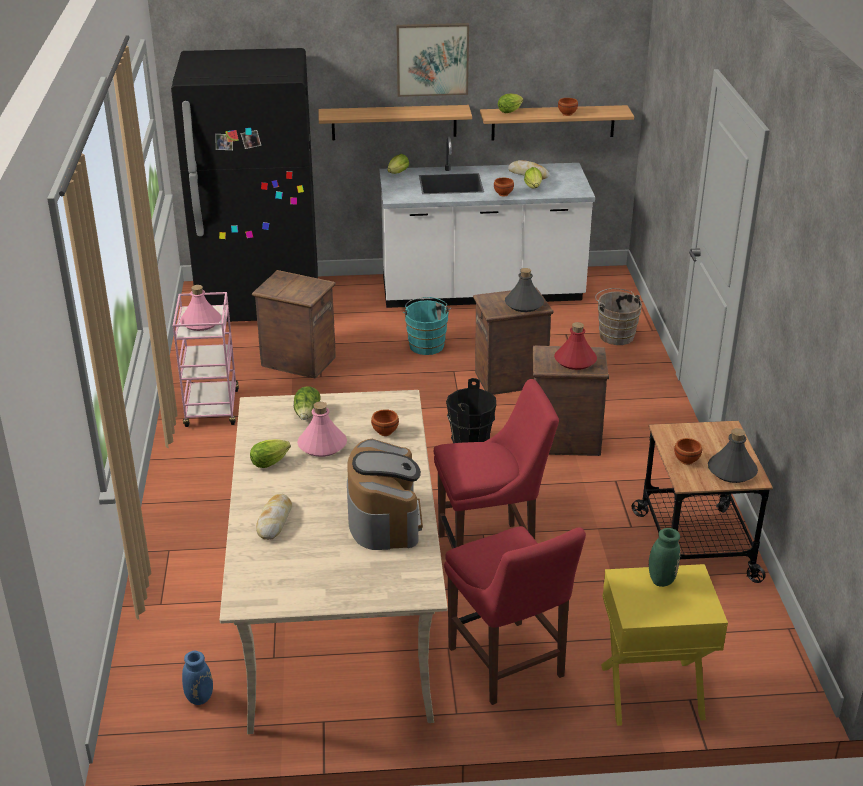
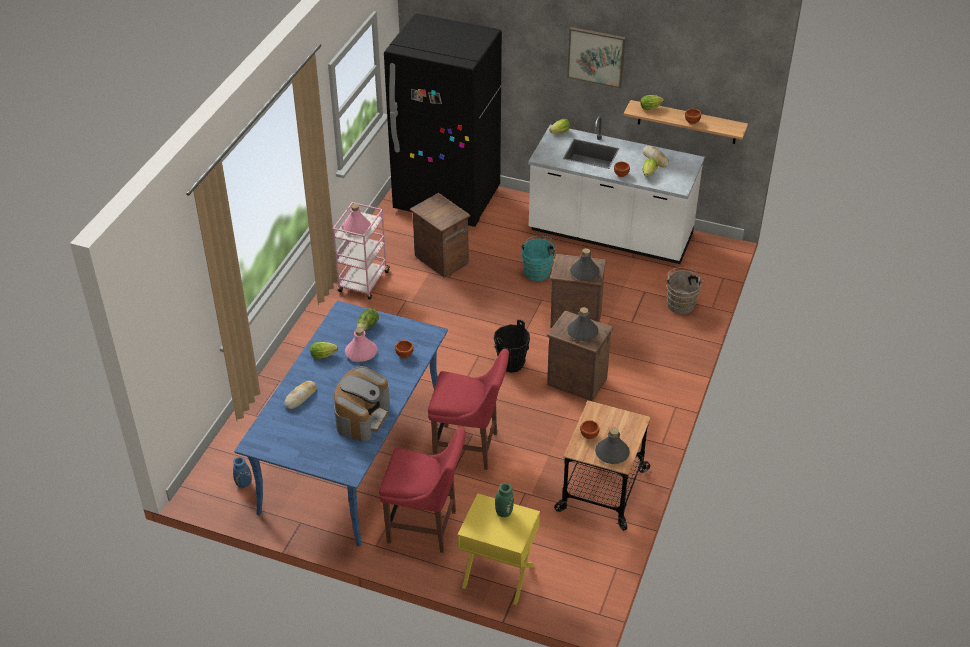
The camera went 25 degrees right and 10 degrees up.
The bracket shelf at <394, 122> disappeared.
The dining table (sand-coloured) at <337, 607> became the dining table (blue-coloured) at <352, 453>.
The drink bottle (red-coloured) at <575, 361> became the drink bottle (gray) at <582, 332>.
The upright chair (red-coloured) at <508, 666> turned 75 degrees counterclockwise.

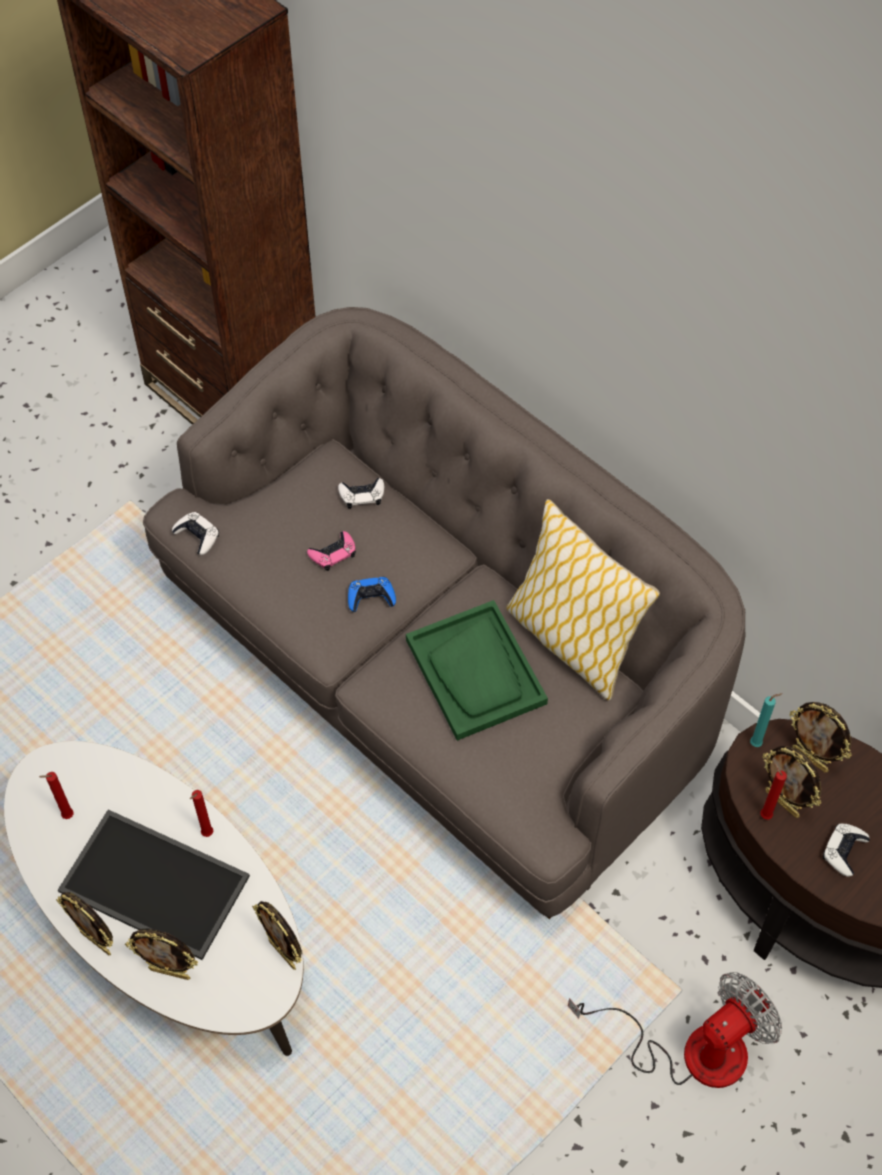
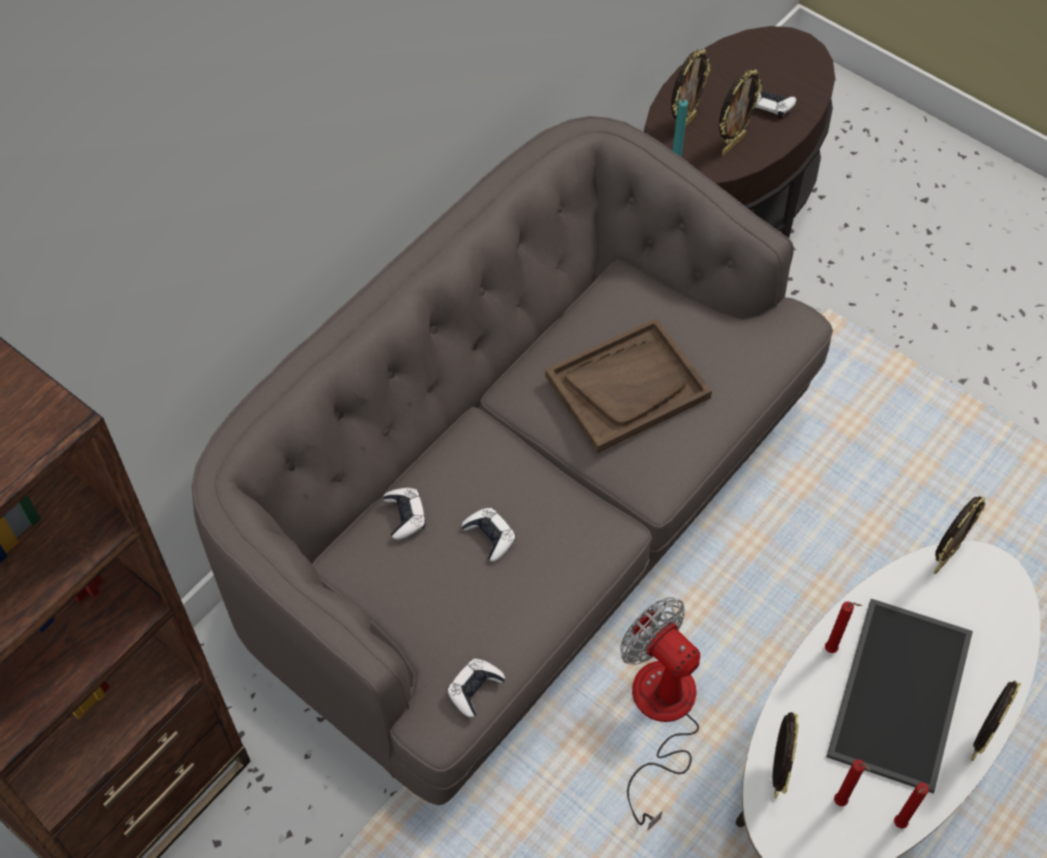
The camera went 95 degrees left and 0 degrees up.
The game controller (blue-coloured) at <371, 597> disappeared.
The pillow at <572, 640> disappeared.
The standing frame moved from <170, 972> to <775, 775>.
The cooling fan moved from <690, 1050> to <660, 716>.
The candle (red-coloured) moved from <764, 814> to <898, 825>.
The game controller (pink-coloured) at <333, 553> became the game controller (white-coloured) at <490, 536>.
The tray (green) at <476, 672> became the tray (brown) at <627, 387>.

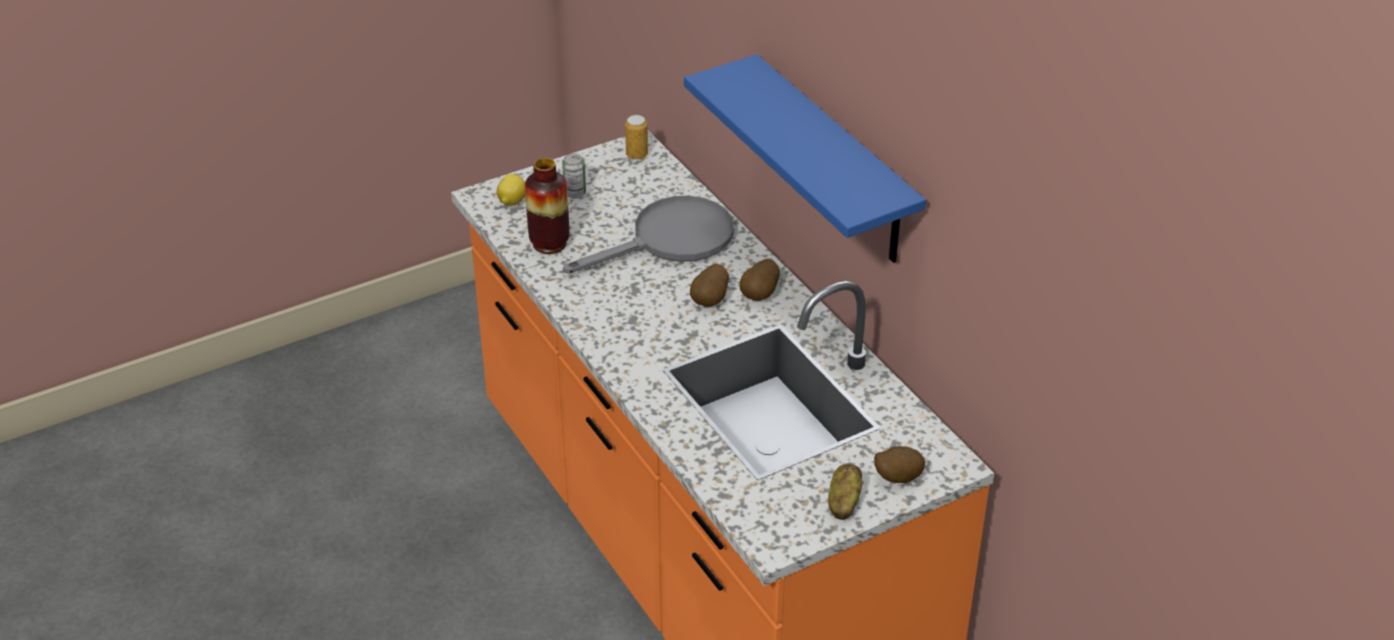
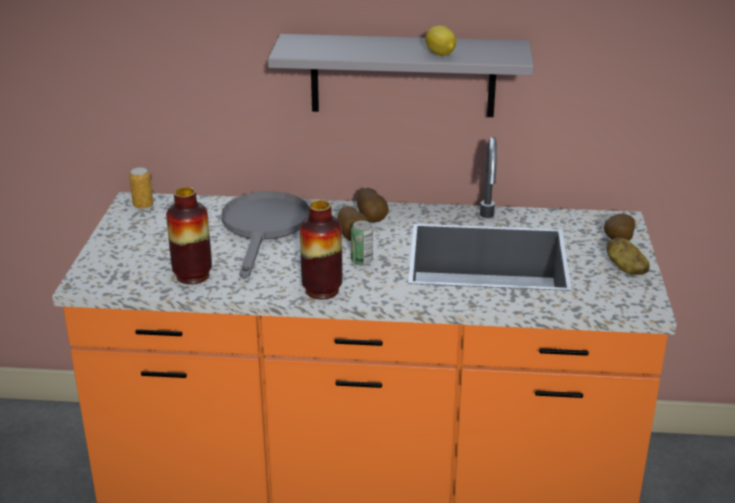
The camera went 55 degrees left and 10 degrees down.
The flower vase at <322, 290> appeared.
The citrus fruit moved from <511, 202> to <440, 55>.
The metal can moved from <575, 193> to <362, 261>.
The bracket shelf (blue-coloured) at <834, 163> became the bracket shelf (gray) at <403, 75>.

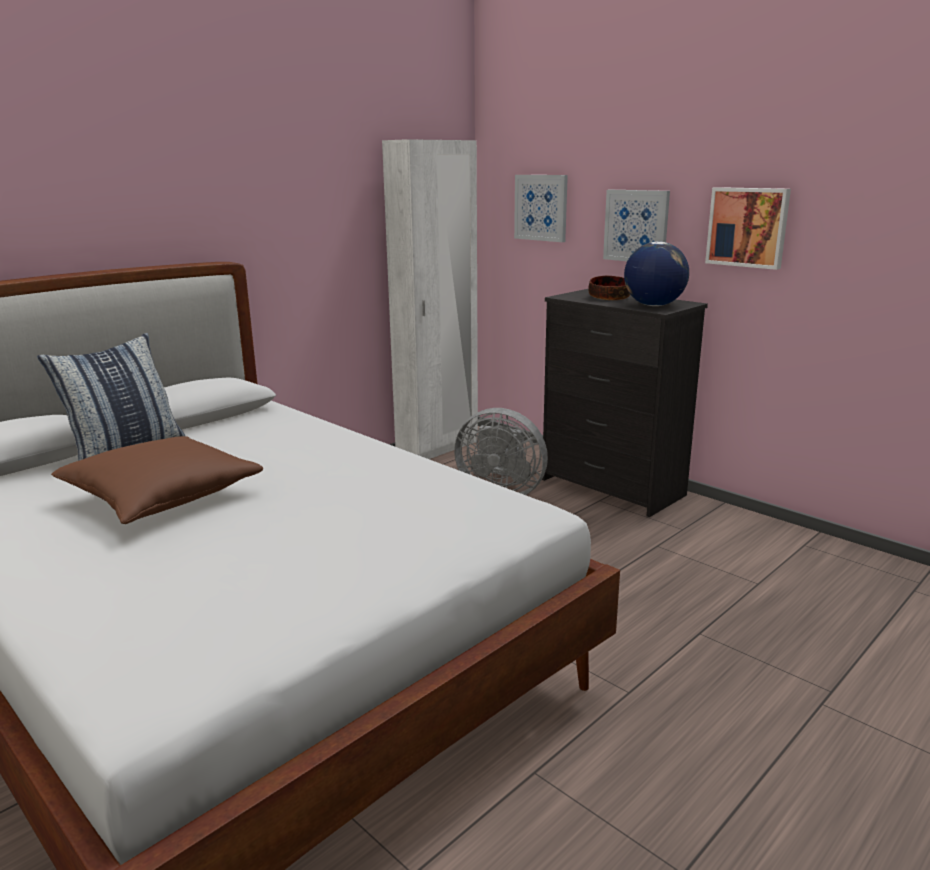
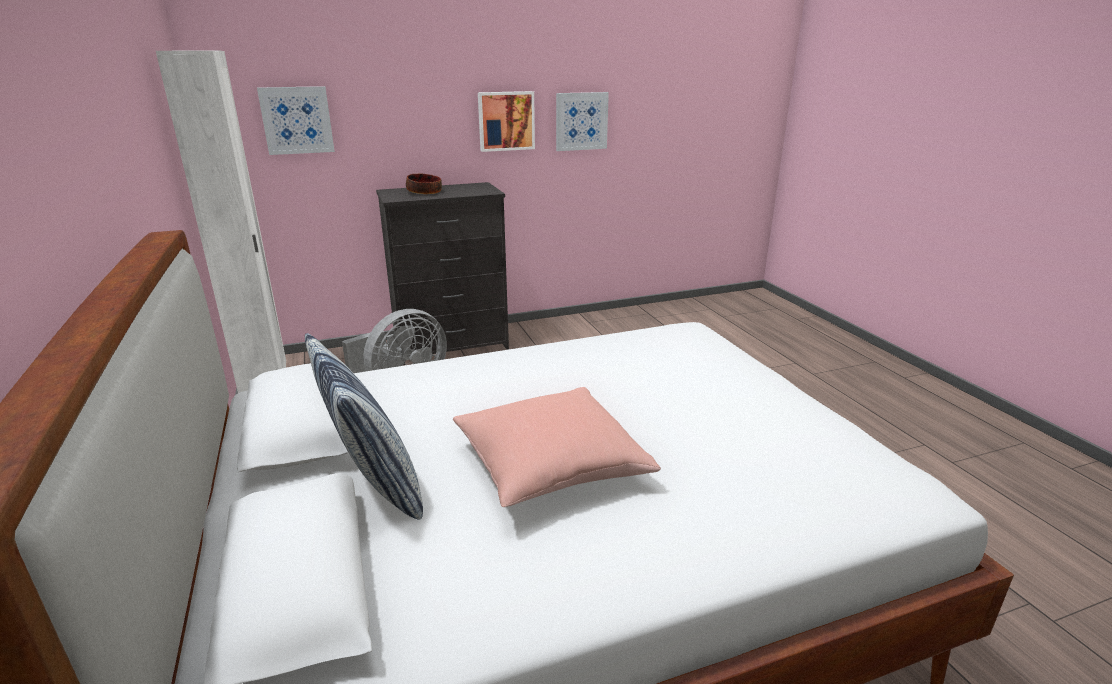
The camera went 65 degrees left and 5 degrees up.
The desk globe at <653, 305> disappeared.
The wall picture moved from <636, 226> to <581, 121>.
The pillow (brown) at <162, 497> became the pillow (pink-coloured) at <550, 465>.

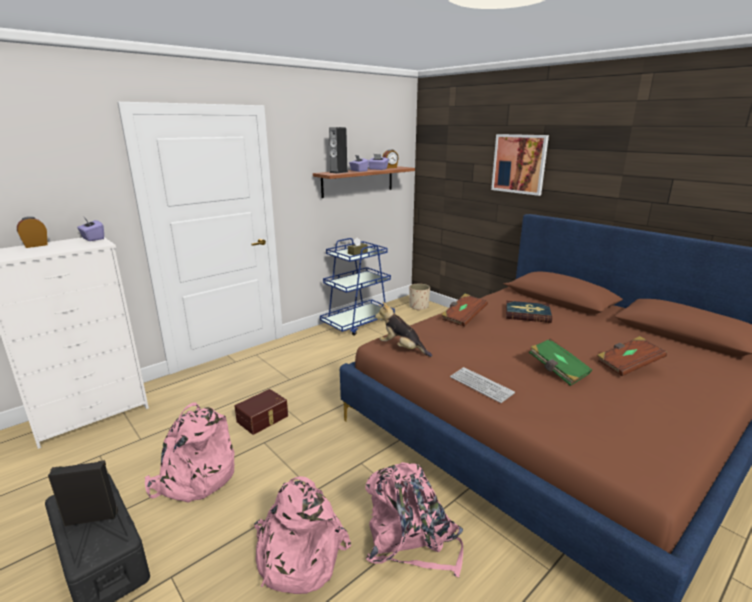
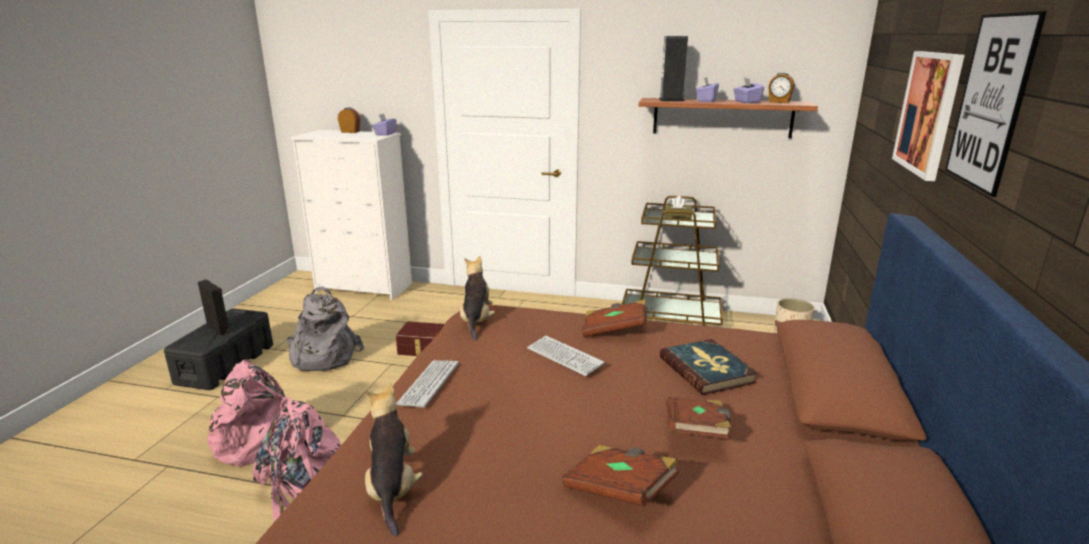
The camera went 55 degrees right and 0 degrees up.
The volume (green) at <557, 371> disappeared.
The soft toy at <393, 488> appeared.
The computer keyboard at <564, 357> appeared.
The volume (brown) at <696, 431> appeared.
The wall picture at <990, 102> appeared.
The knapsack (pink-coloured) at <195, 478> became the knapsack (gray) at <322, 357>.
The trolley (blue-coloured) at <358, 323> became the trolley (brown) at <671, 319>.

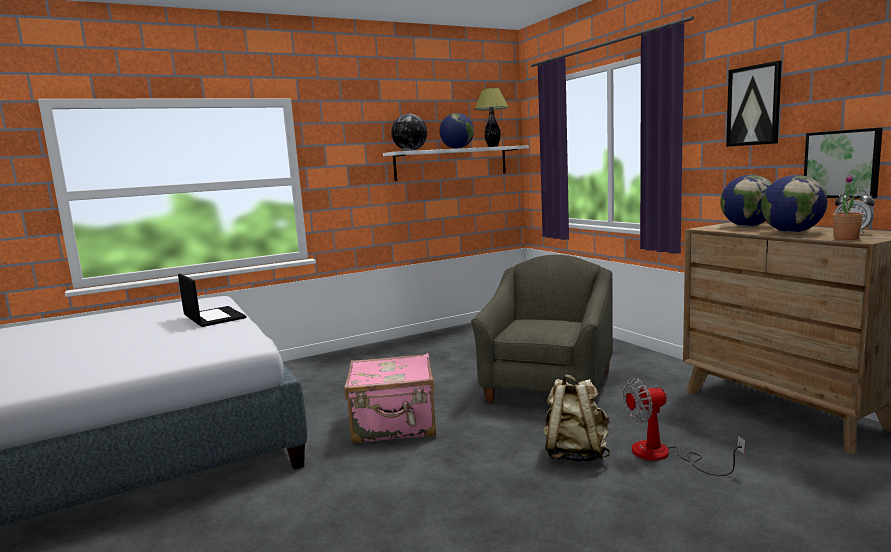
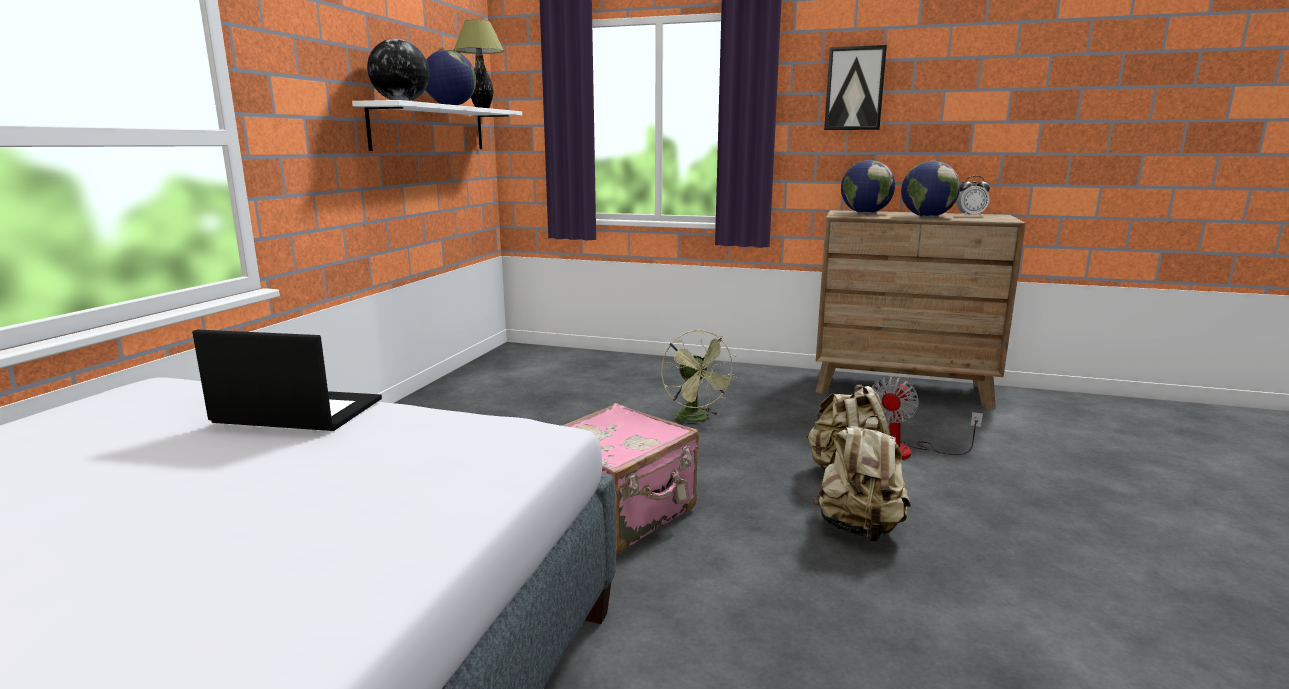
The camera went 45 degrees left and 5 degrees up.
The wall picture at <842, 164> disappeared.
The houseplant at <846, 238> disappeared.
The knapsack (sand-coloured) at <859, 529> appeared.
The armchair (gray) at <548, 387> was replaced by the cooling fan (green) at <697, 419>.

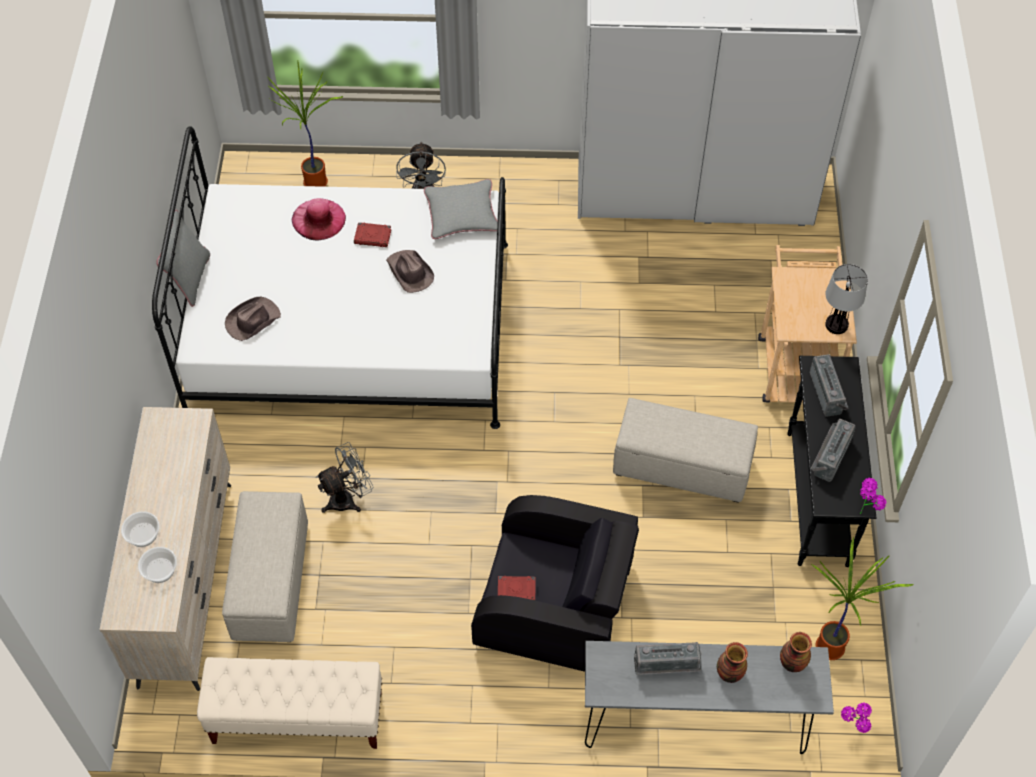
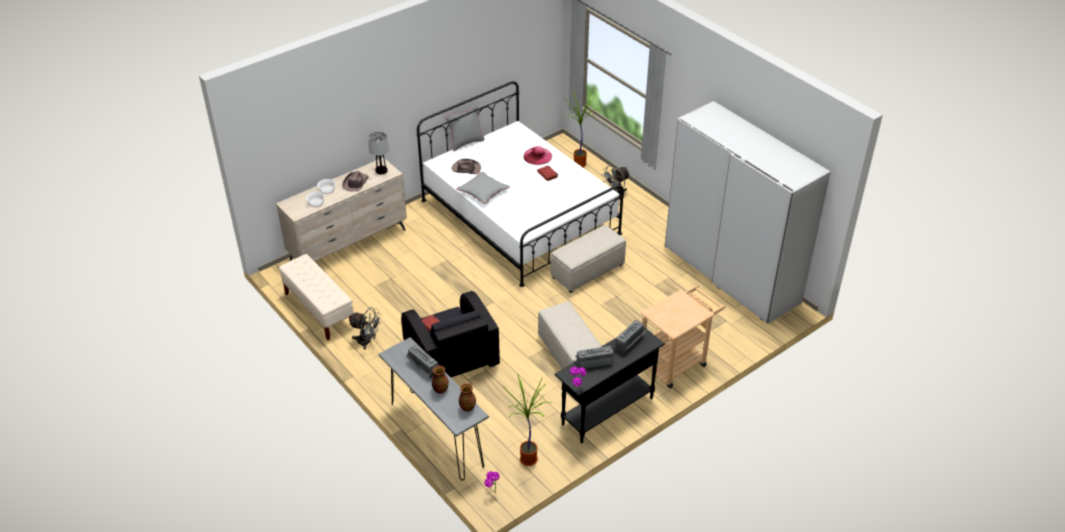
The camera went 50 degrees right and 15 degrees down.
The ottoman (sand-coloured) moved from <271, 580> to <588, 271>.
The cooling fan (gray) moved from <348, 498> to <367, 341>.
The clothing hat (brown) moved from <410, 272> to <355, 183>.
The pillow (gray) moved from <462, 214> to <483, 191>.
The tabletop lamp moved from <836, 325> to <381, 170>.

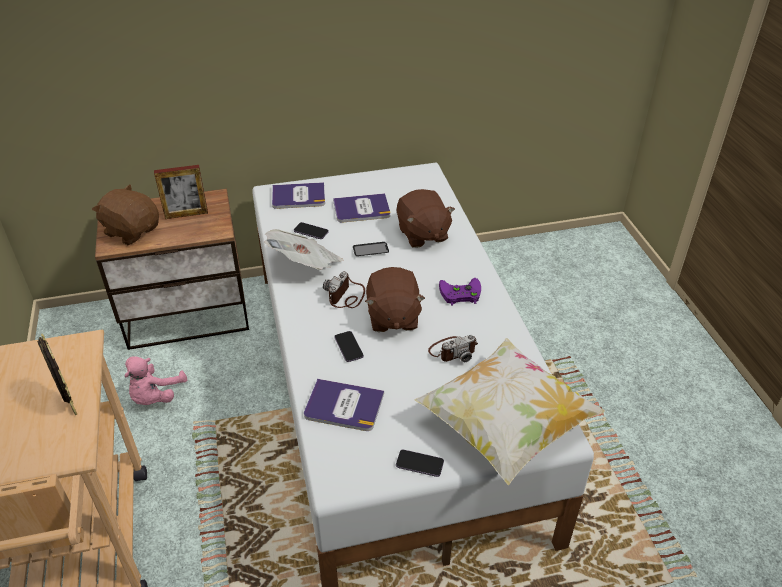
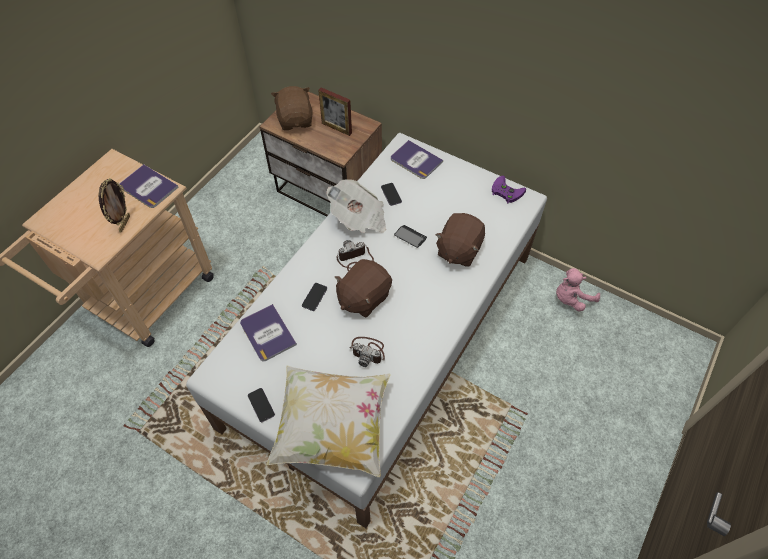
The camera went 45 degrees right and 15 degrees up.
The soft toy (pink-coloured) moved from <155, 396> to <571, 298>.
The volume moved from <361, 209> to <148, 187>.
The game controller (purple) moved from <459, 294> to <505, 191>.

